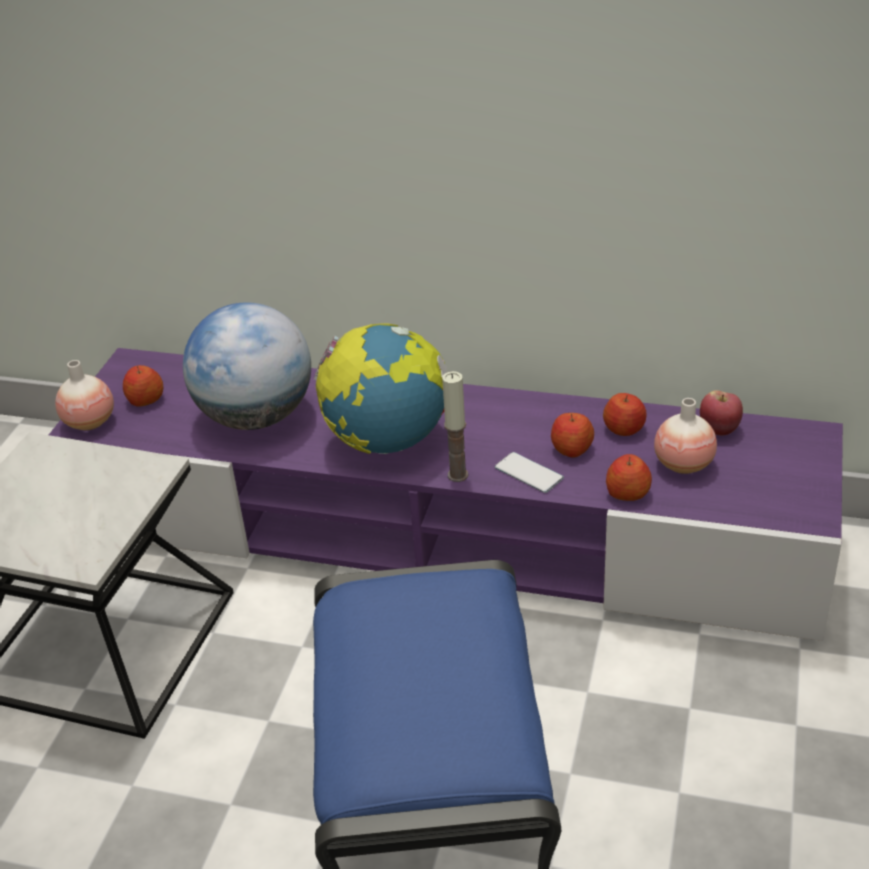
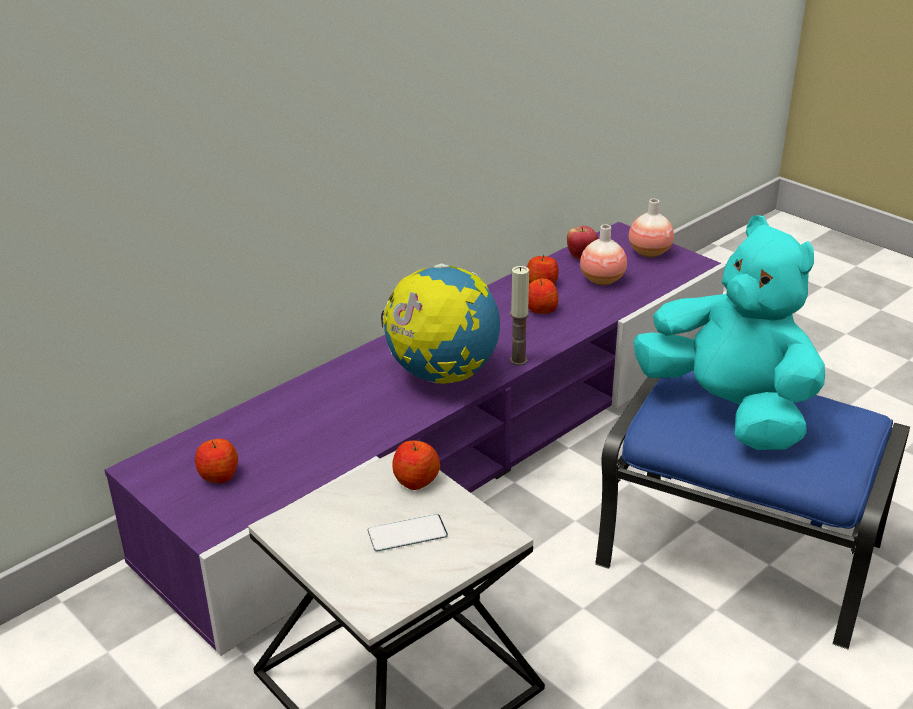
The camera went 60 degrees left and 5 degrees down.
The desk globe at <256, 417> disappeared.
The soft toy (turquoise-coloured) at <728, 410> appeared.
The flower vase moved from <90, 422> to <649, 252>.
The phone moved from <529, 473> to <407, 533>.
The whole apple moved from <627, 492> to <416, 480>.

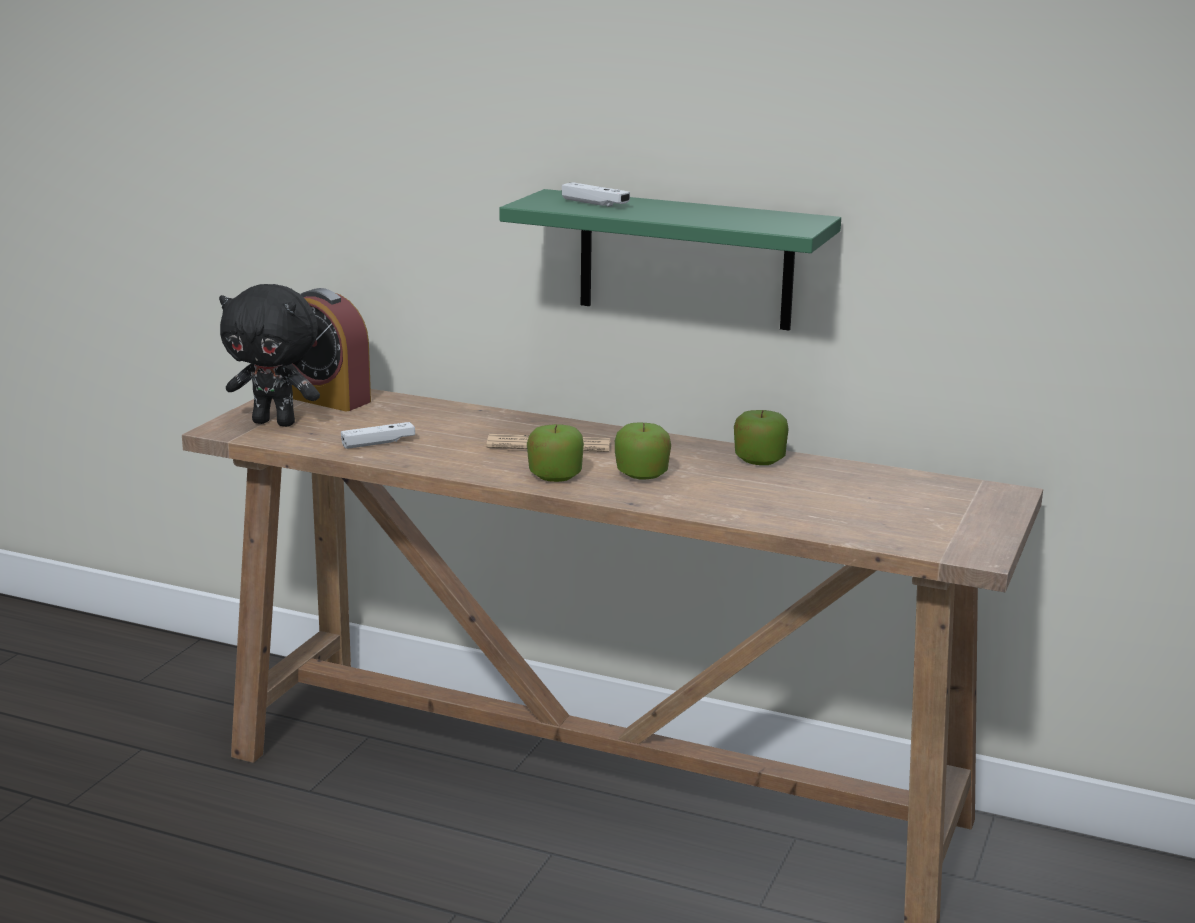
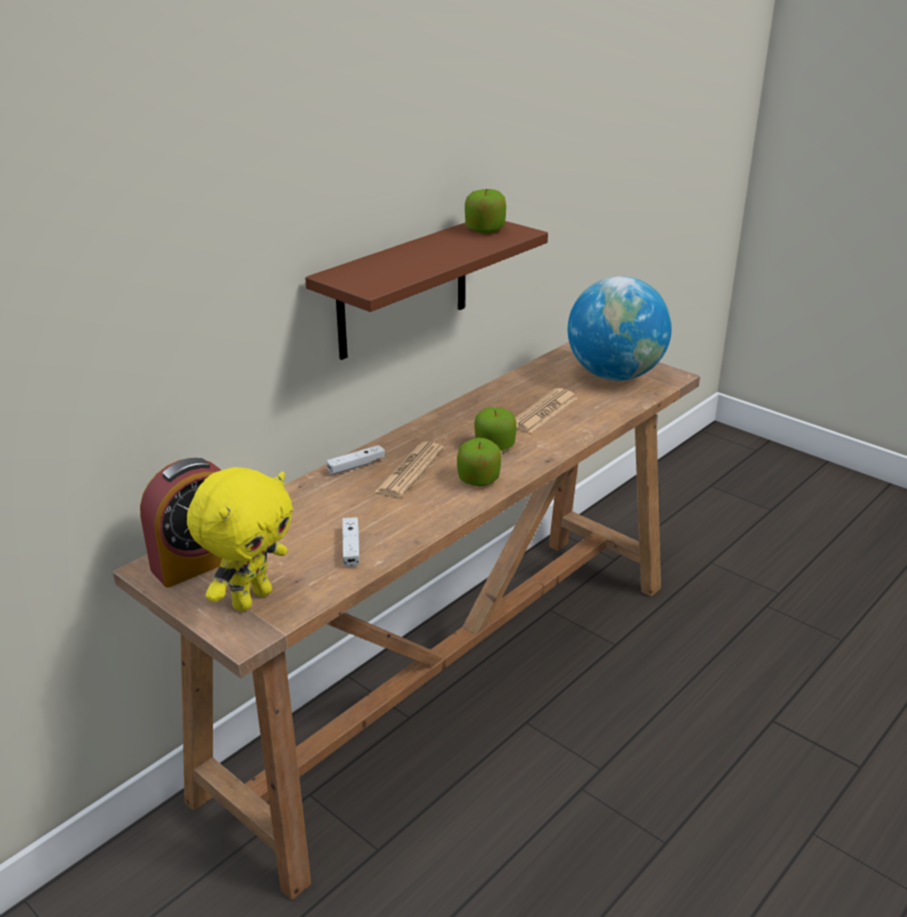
The camera went 70 degrees left and 10 degrees up.
The newspaper at <543, 412> appeared.
The desk globe at <614, 375> appeared.
The game controller (white-coloured) moved from <595, 203> to <356, 466>.
The whole apple moved from <759, 459> to <485, 230>.
The soft toy (black-coloured) at <275, 422> became the soft toy (yellowish) at <251, 598>.
The bracket shelf (green) at <685, 260> became the bracket shelf (brown) at <403, 288>.

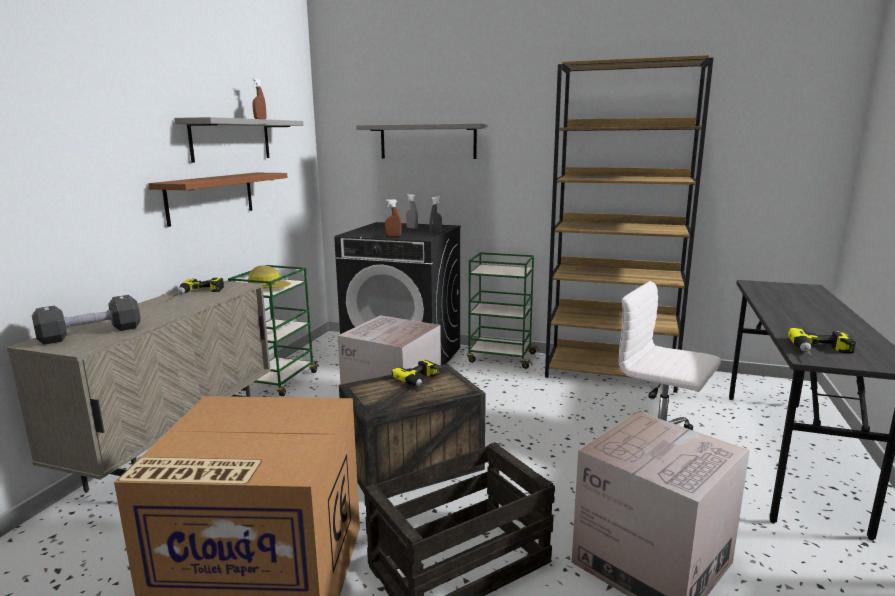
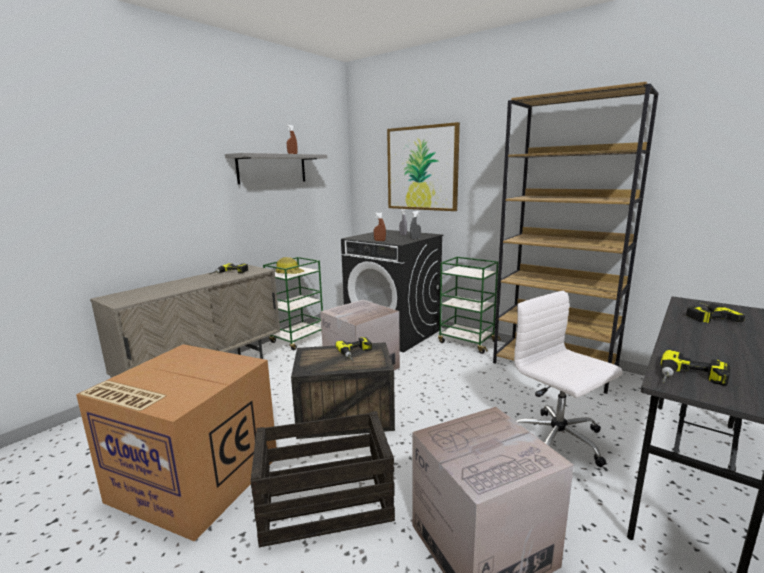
The camera went 20 degrees right and 0 degrees up.
The dumbbell (black-coloured) at <91, 334> disappeared.
The bracket shelf (brown) at <211, 197> disappeared.
The power drill at <703, 314> appeared.
The bracket shelf (gray) at <427, 141> was replaced by the wall picture at <422, 168>.

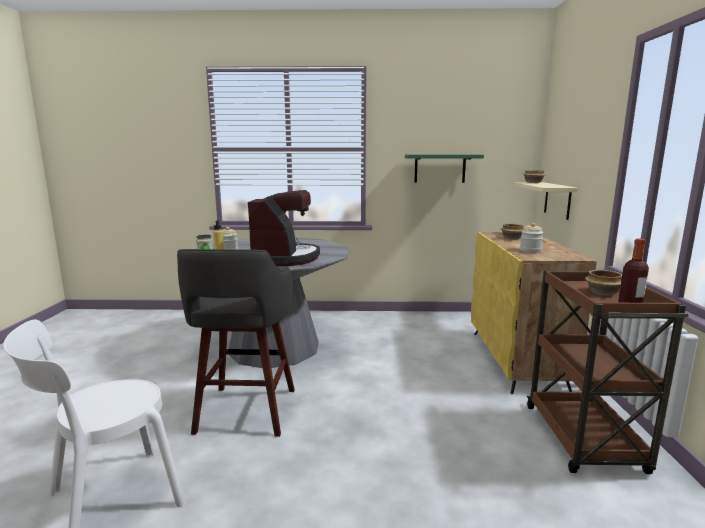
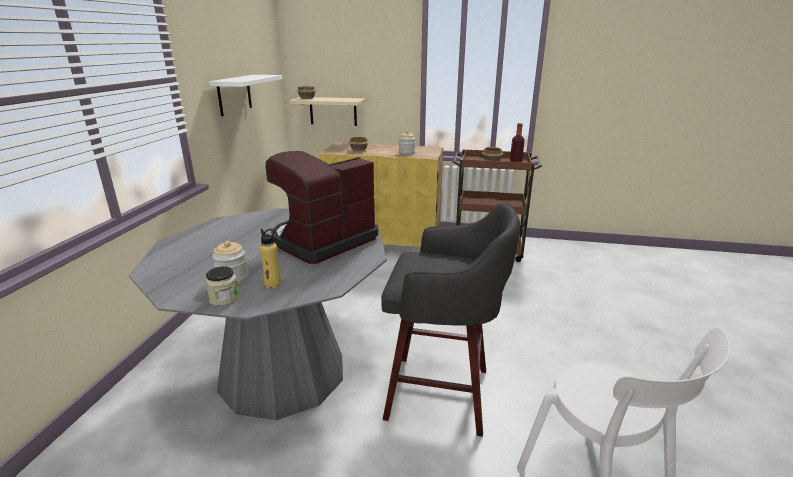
The camera went 80 degrees left and 10 degrees up.
The bracket shelf (green) at <439, 168> became the bracket shelf (white-coloured) at <234, 94>.
The coffee brewer at <285, 258> turned 60 degrees counterclockwise.

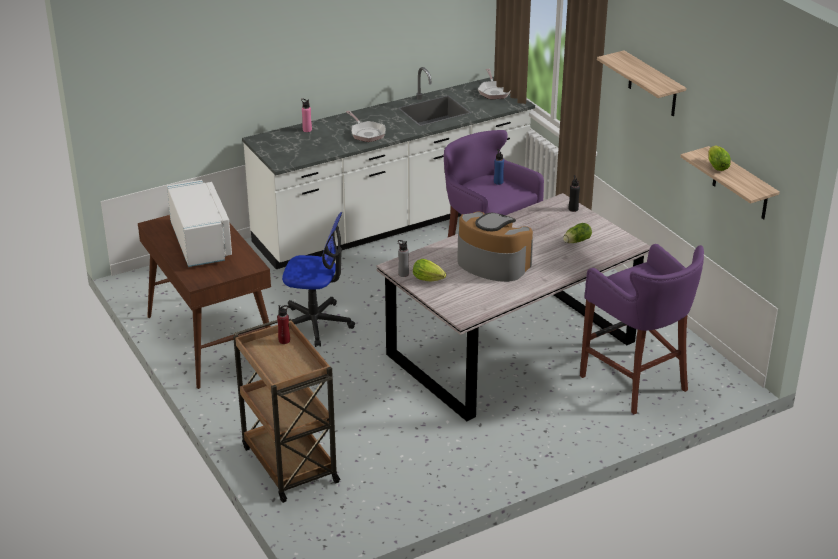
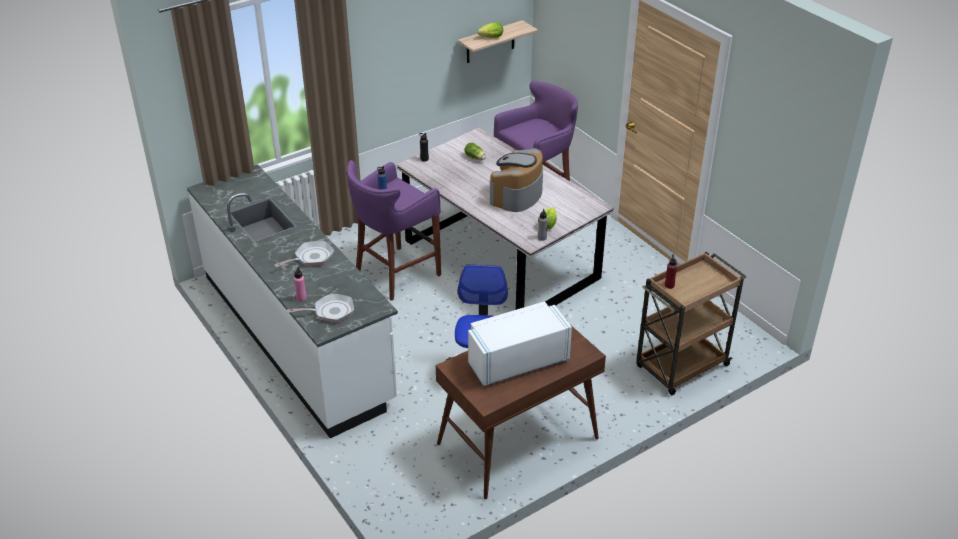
The camera went 95 degrees left and 5 degrees up.
The bracket shelf at <652, 85> disappeared.
The pan moved from <494, 91> to <330, 311>.

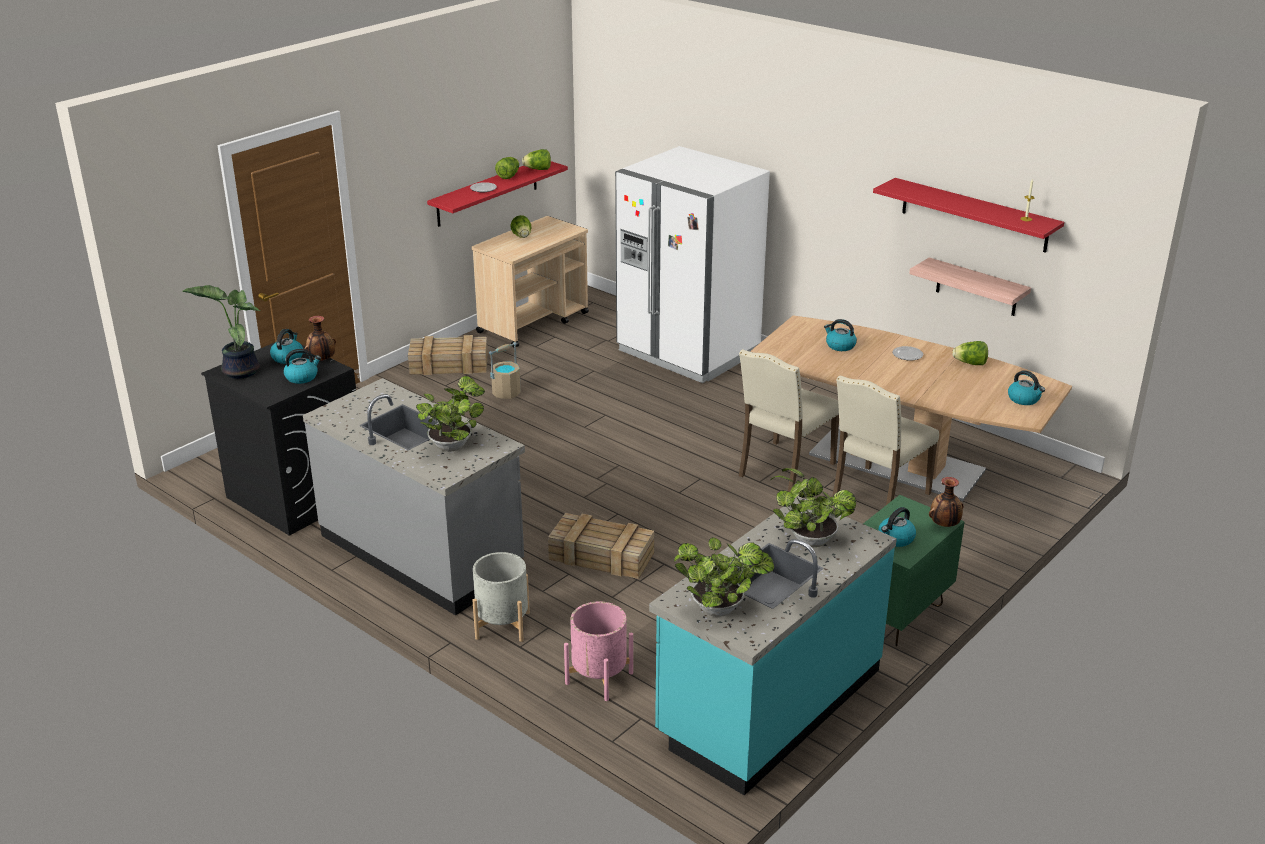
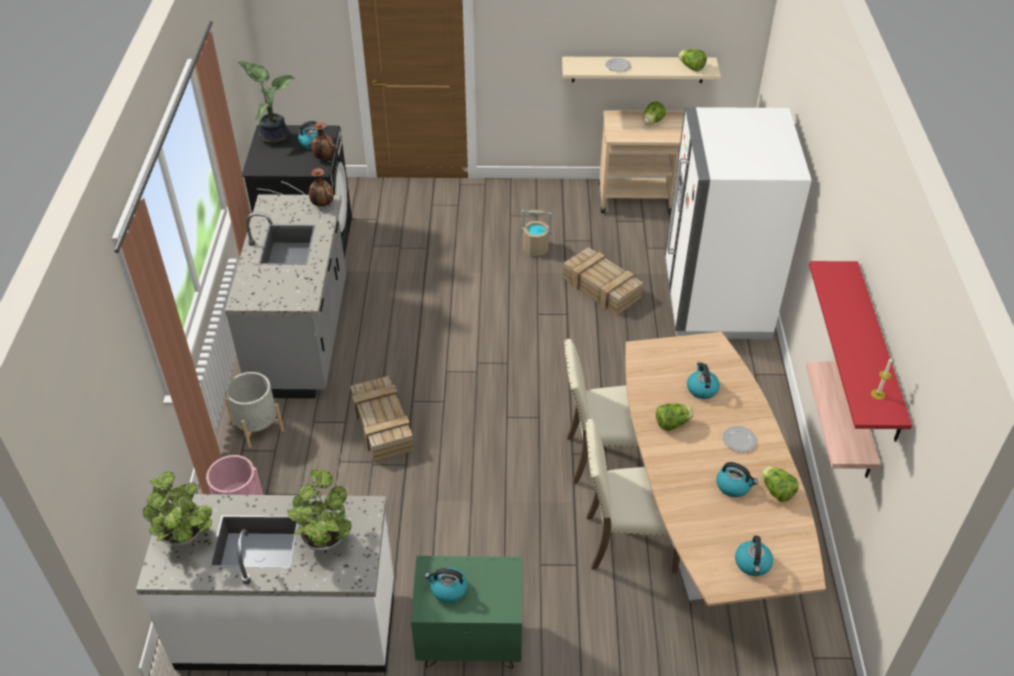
The camera went 50 degrees right and 15 degrees up.
The houseplant at <453, 445> disappeared.
The tea kettle moved from <302, 377> to <734, 486>.
The crate moved from <450, 364> to <602, 289>.
The head of lettuce moved from <508, 176> to <672, 423>.
The flower vase moved from <944, 525> to <322, 204>.
The bracket shelf (red-coloured) at <487, 193> became the bracket shelf (sand-coloured) at <638, 69>.
The kitchen base unit (turquoise-coloured) at <768, 703> became the kitchen base unit (white-coloured) at <288, 624>.

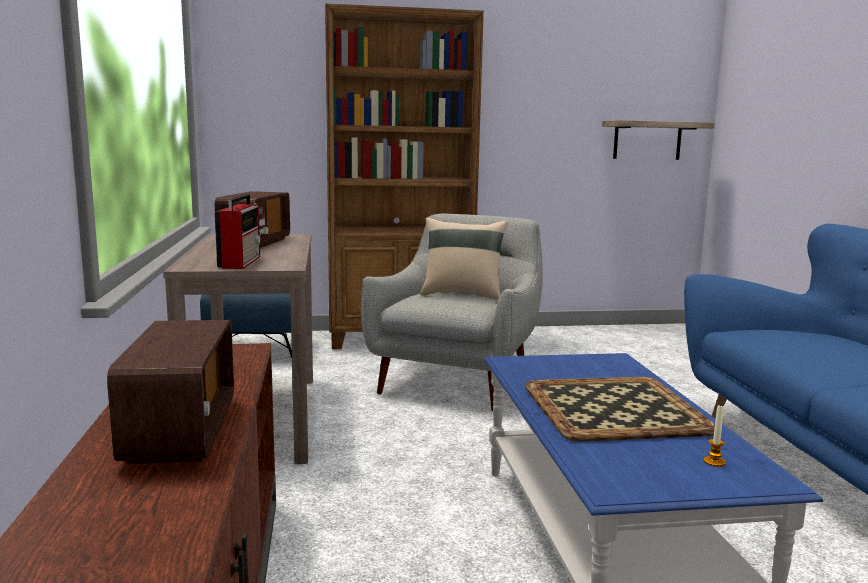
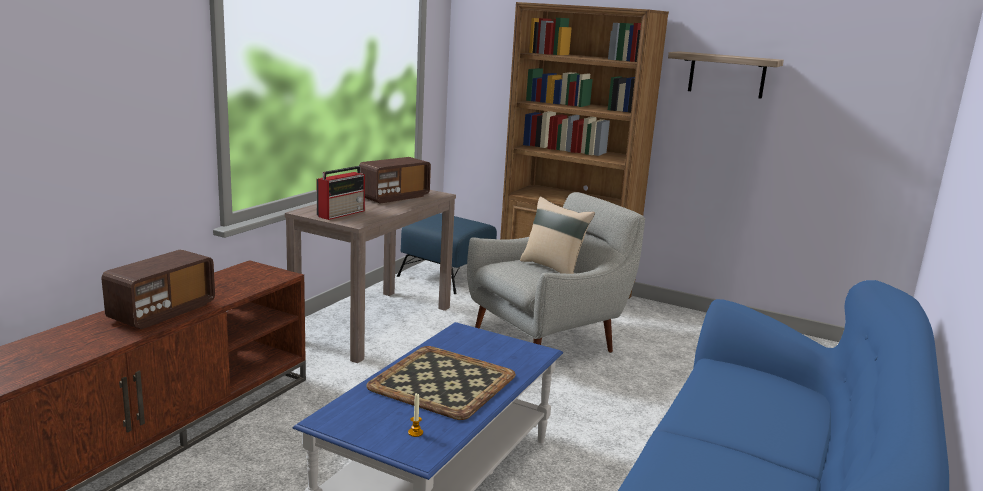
The camera went 35 degrees right and 5 degrees up.
The bracket shelf moved from <647, 140> to <727, 75>.

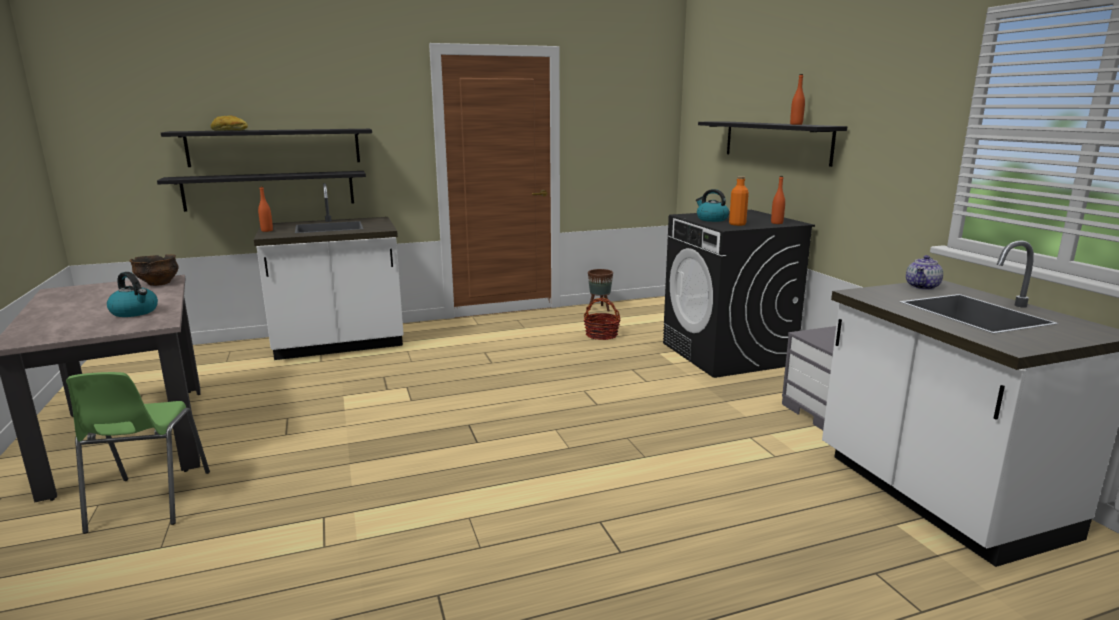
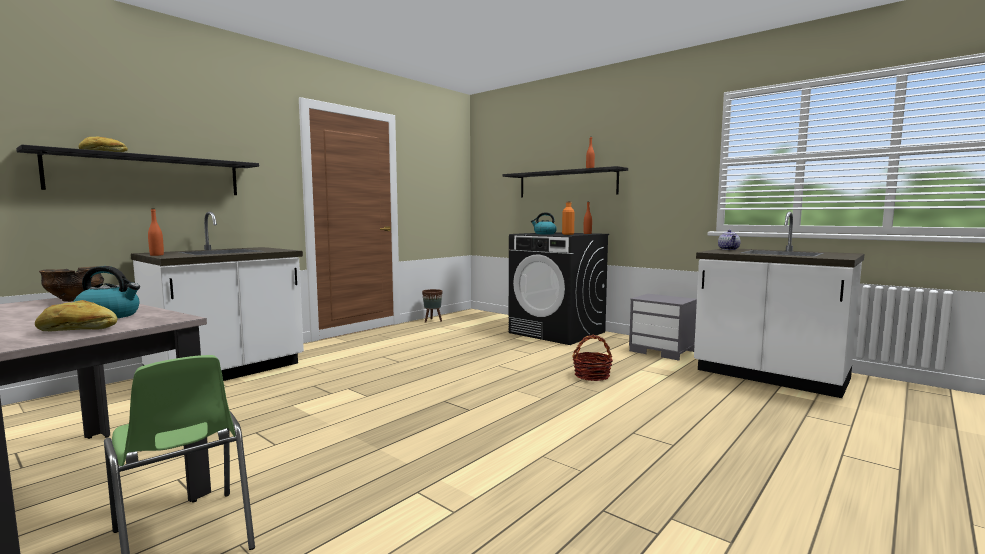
The camera went 30 degrees left and 10 degrees down.
The bracket shelf (black-coloured) at <270, 190> disappeared.
The baked bread at <78, 330> appeared.
The household basket moved from <601, 335> to <592, 375>.

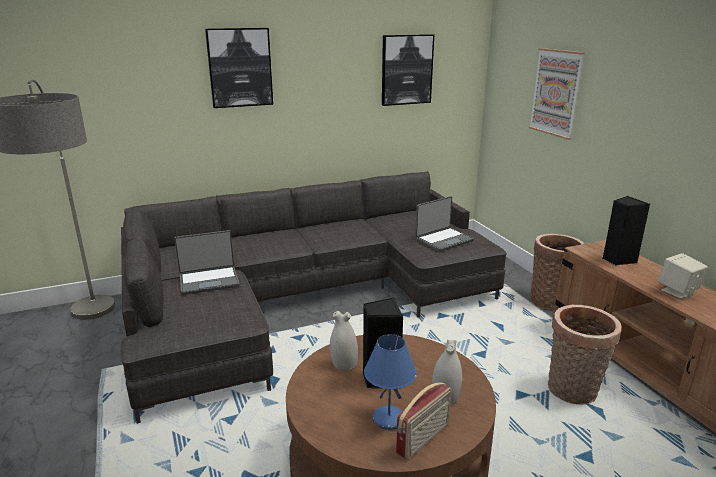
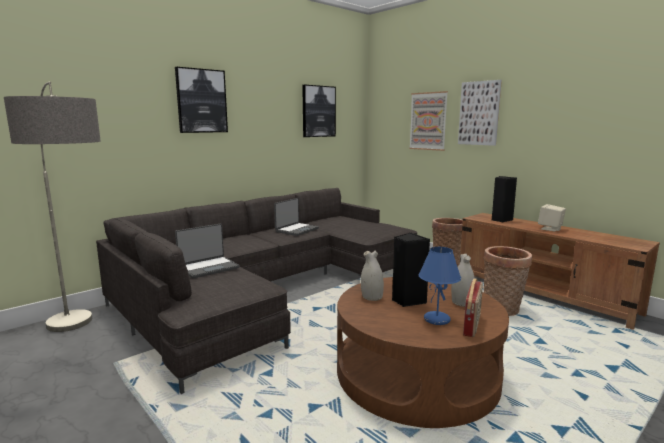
The camera went 20 degrees left and 10 degrees down.
The wall picture at <479, 113> appeared.
The notebook computer moved from <443, 240> to <296, 230>.

